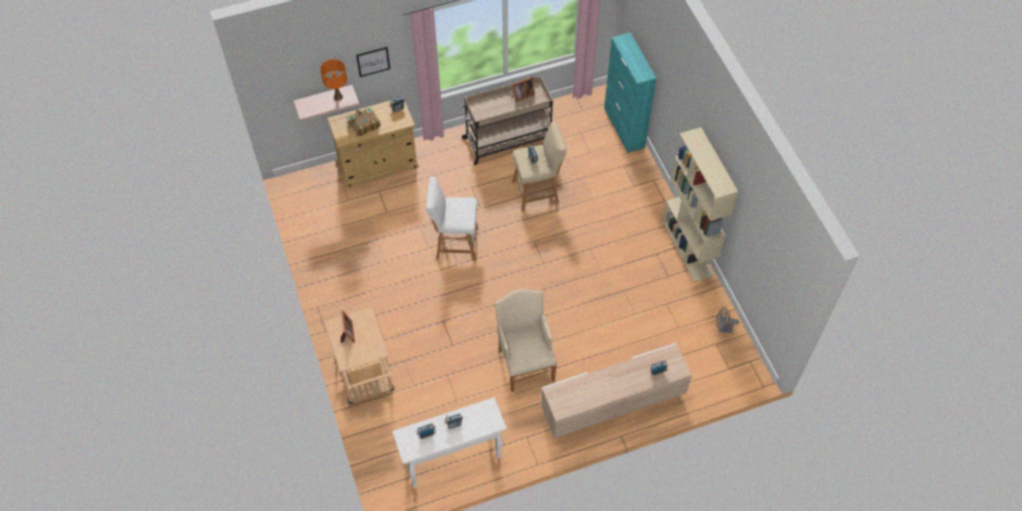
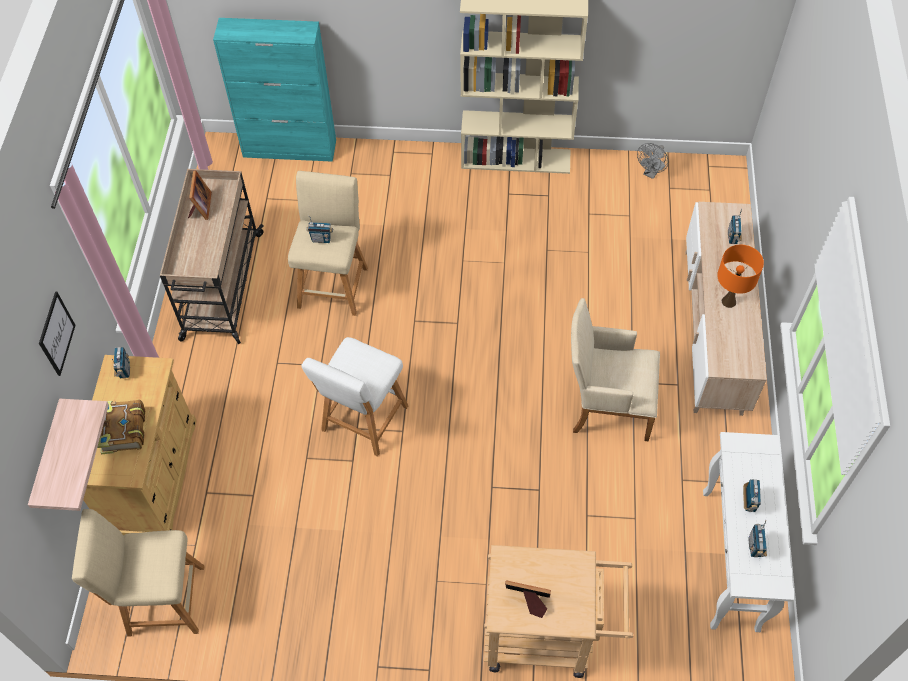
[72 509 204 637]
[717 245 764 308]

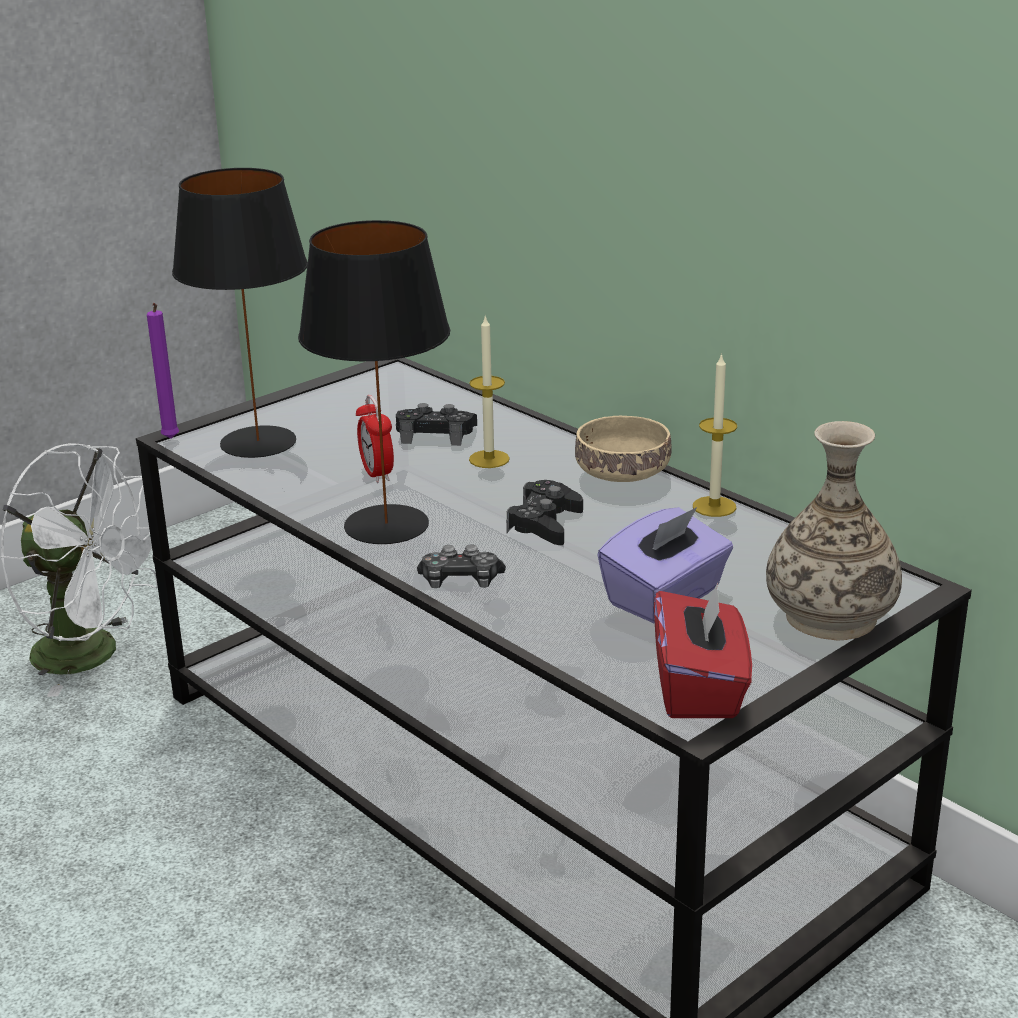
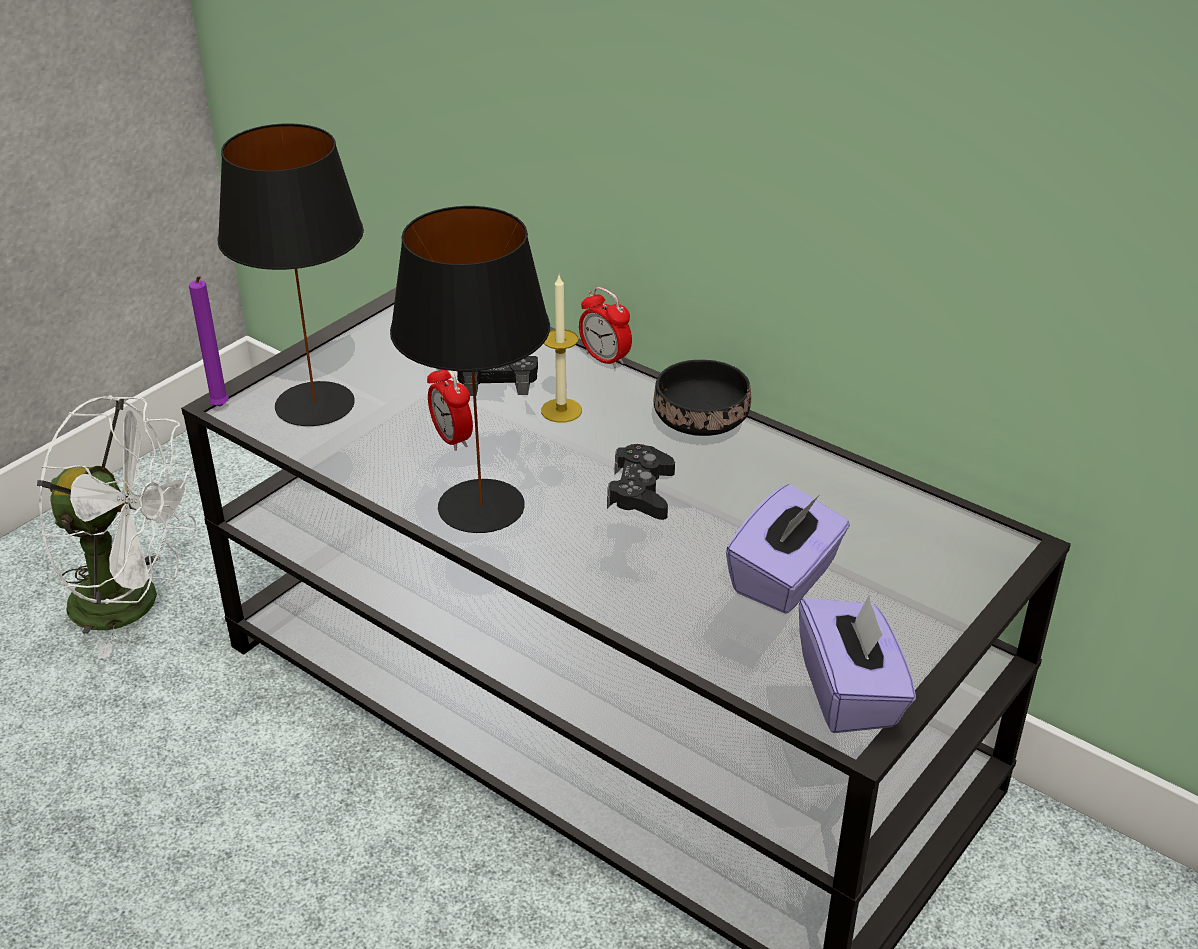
[579 287 632 368]
[654 360 751 436]
[799 594 916 733]
[417 544 506 588] (first image)
[693 353 737 517] (first image)
[766 421 902 640] (first image)

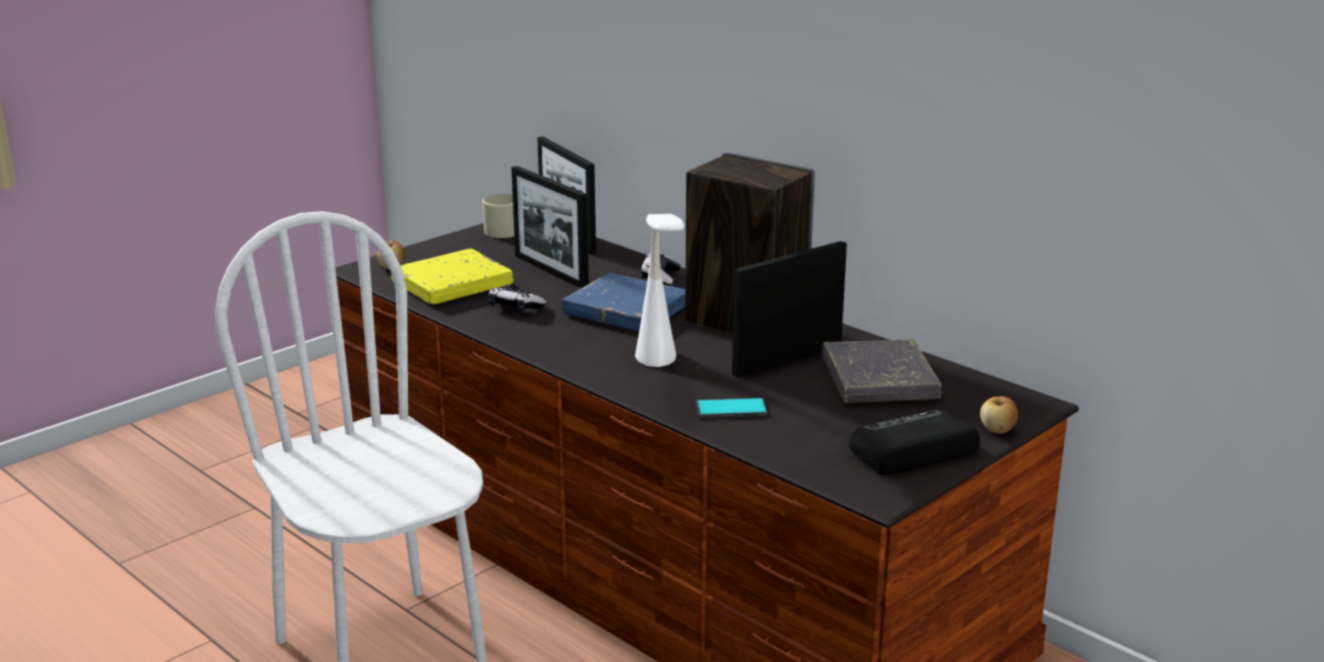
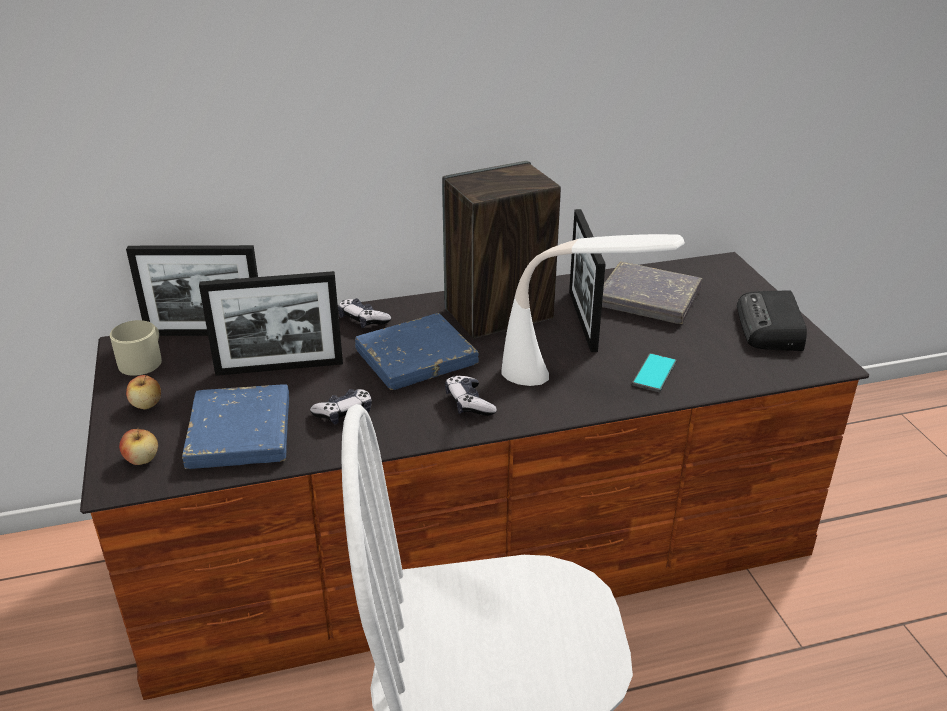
[126 375 161 409]
[182 384 289 469]
[445 376 497 416]

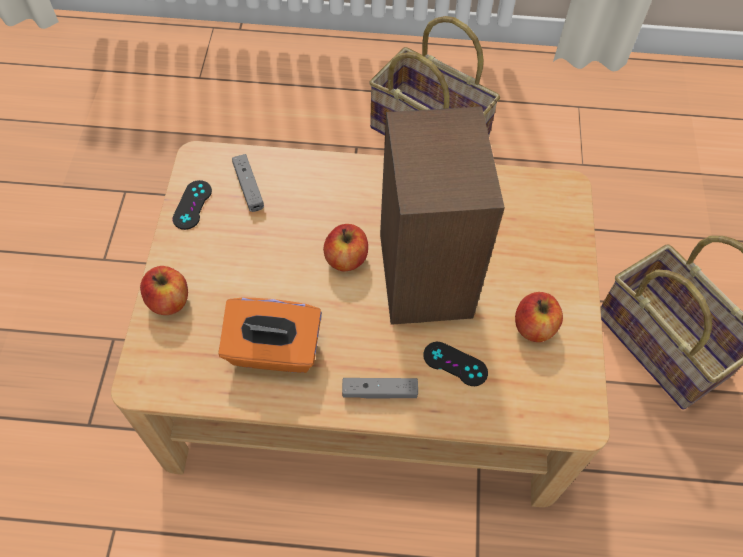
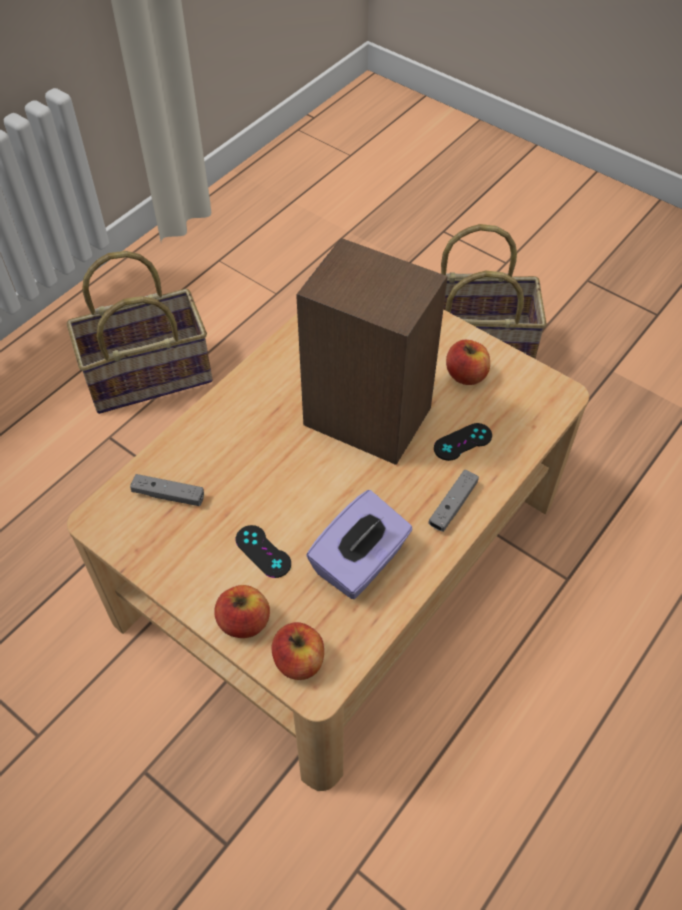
[236 525 291 578]
[271 622 324 680]
[306 490 413 599]

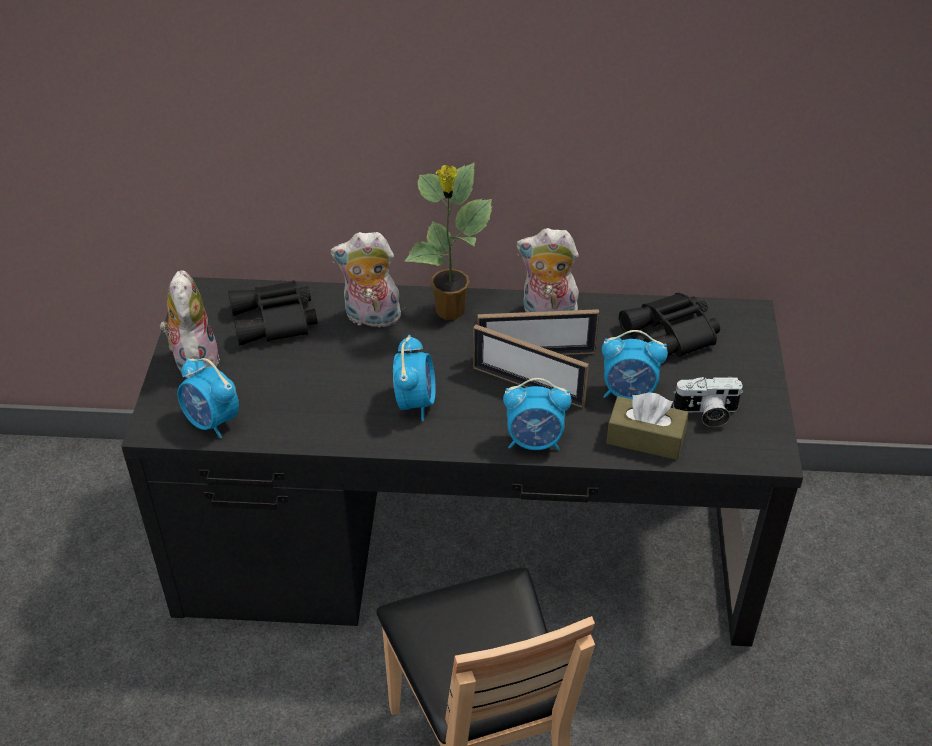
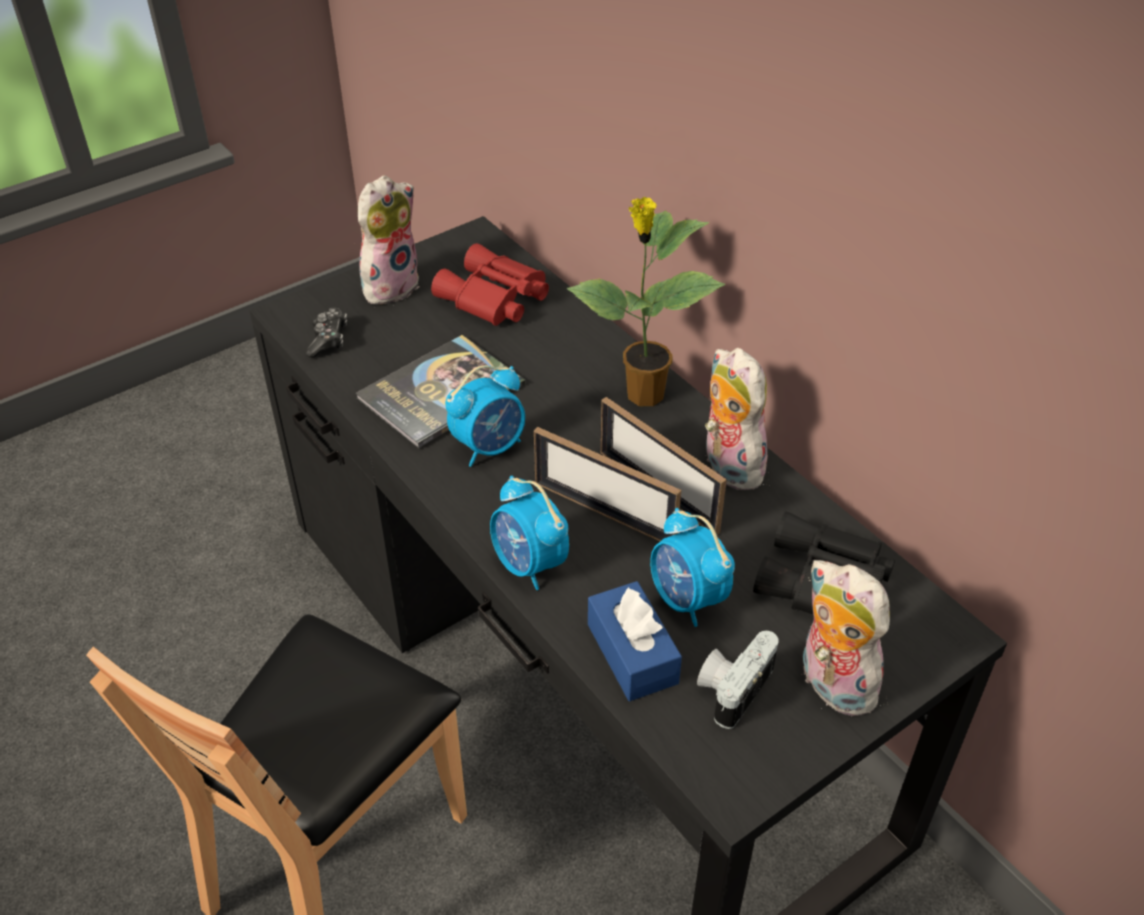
[305 308 347 358]
[356 335 526 448]
[431 243 549 326]
[534 427 681 541]
[588 581 682 701]
[697 631 779 729]
[801 560 890 716]

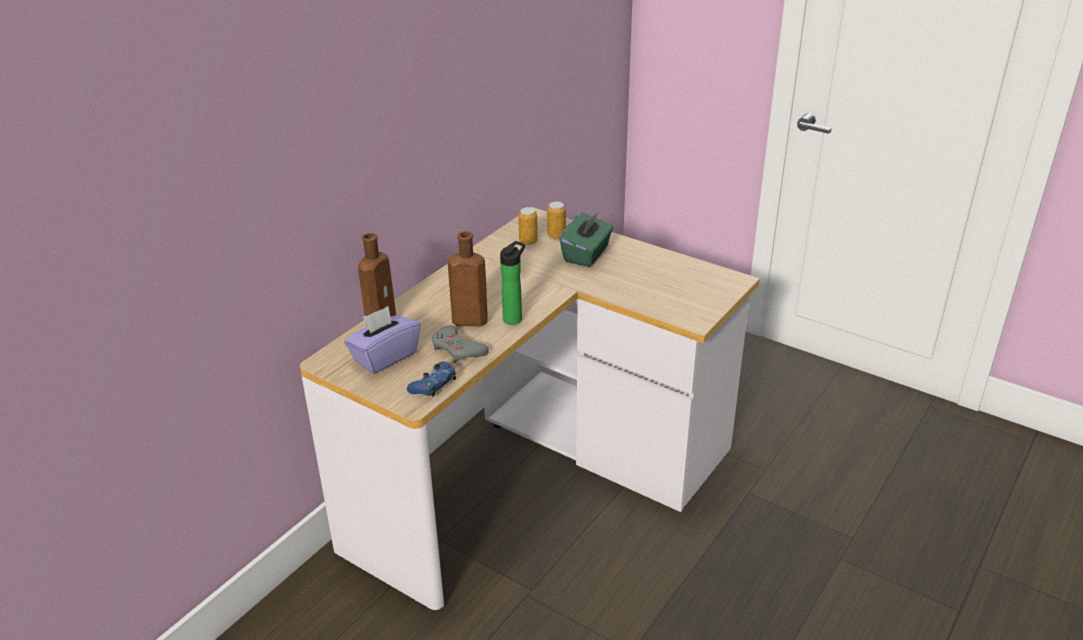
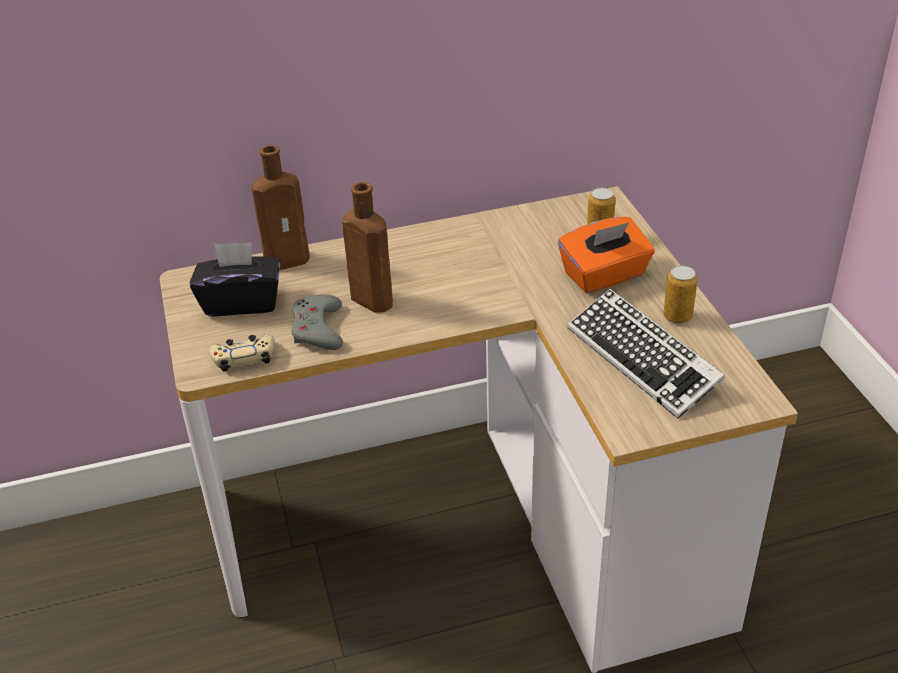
[189 242 281 316]
[209 334 275 372]
[558 217 655 294]
[568 289 725 419]
[663 266 698 324]
[500 241 525 325] (first image)

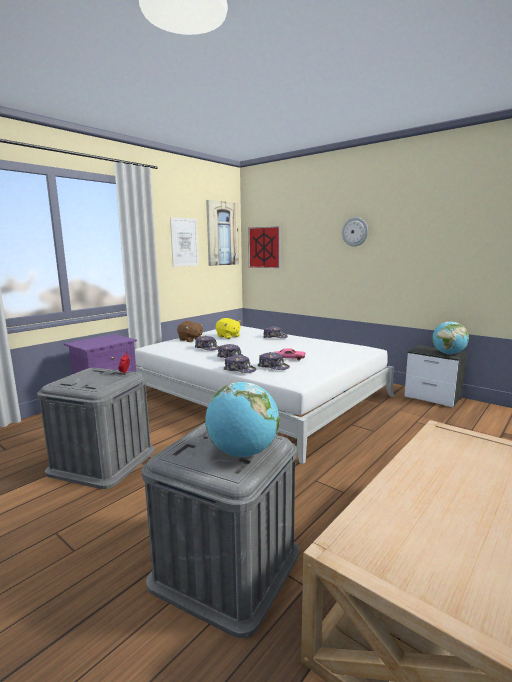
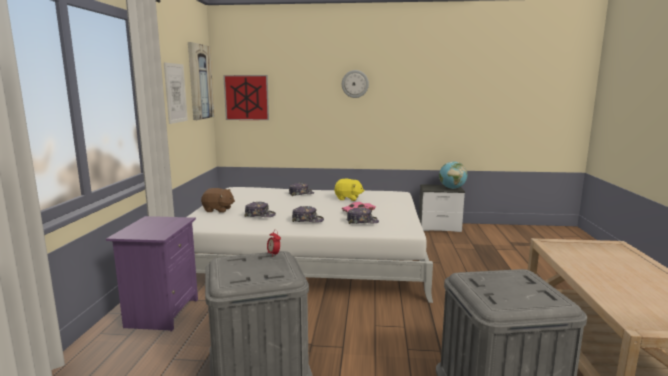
[334 179 365 201]
[205 382 280 457] (first image)
[224 355 257 373] (first image)

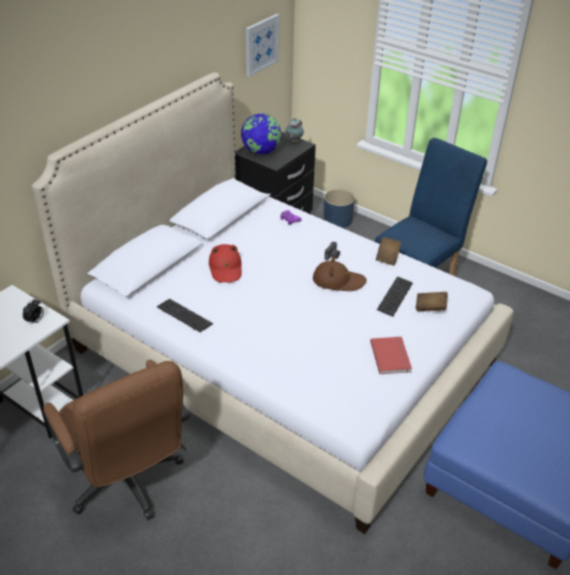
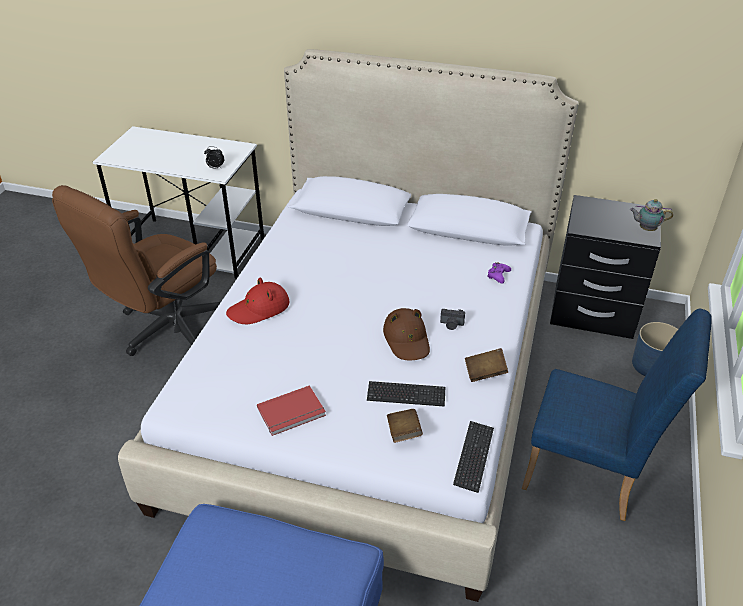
[226 278 289 324]
[453 421 494 493]
[241 113 281 155] (first image)
[246 14 279 77] (first image)

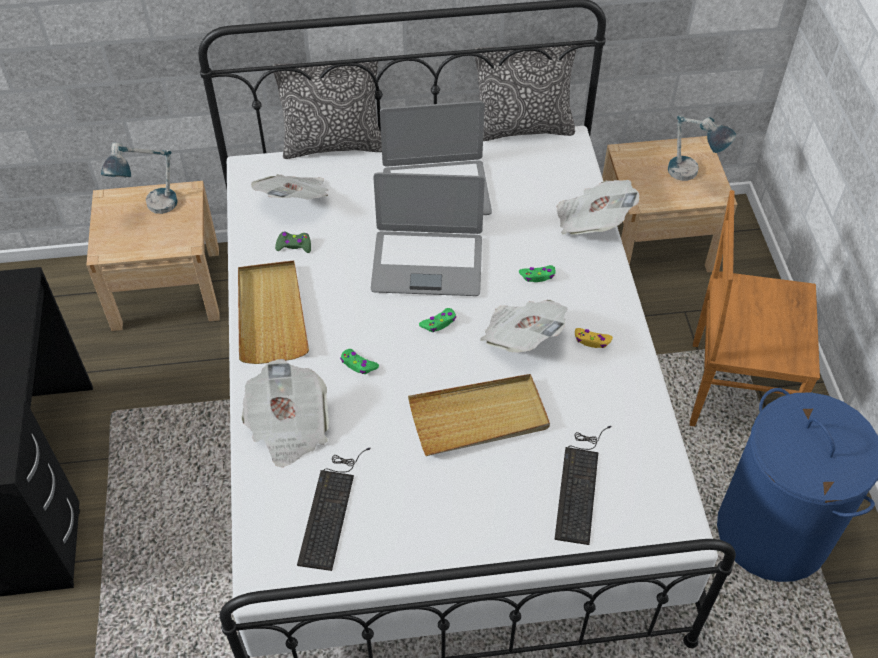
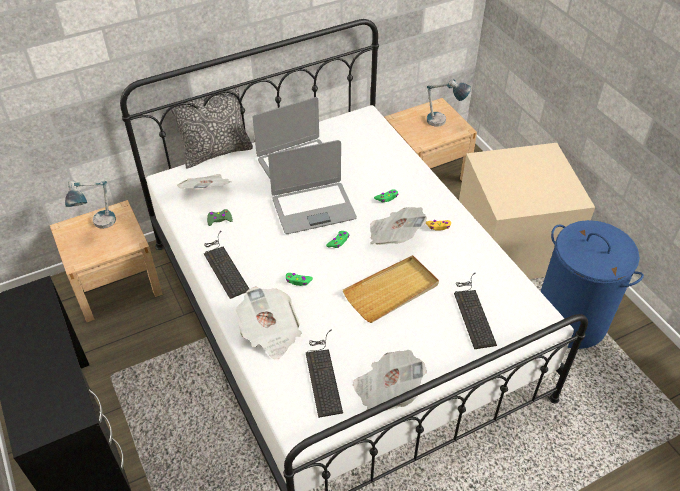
[204 231 249 299]
[353 350 427 411]
[459 143 595 279]
[475 41 576 141] (first image)

